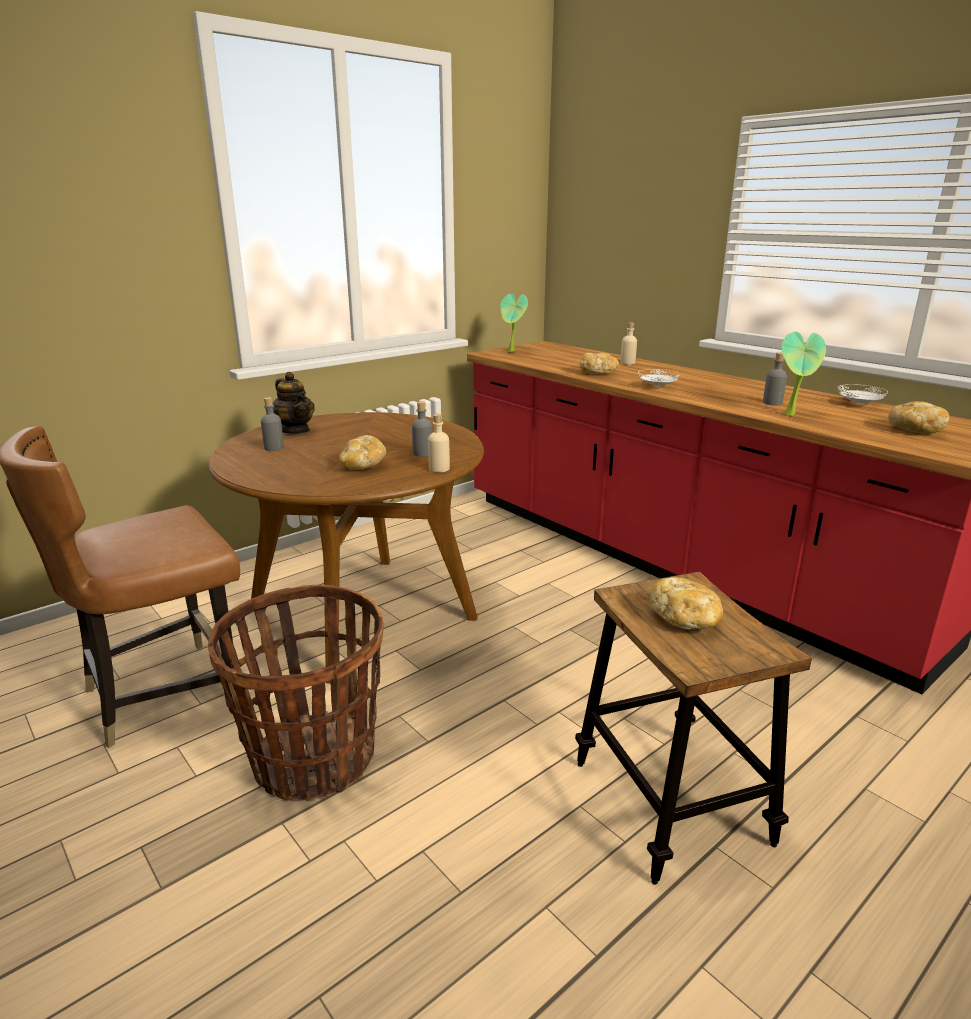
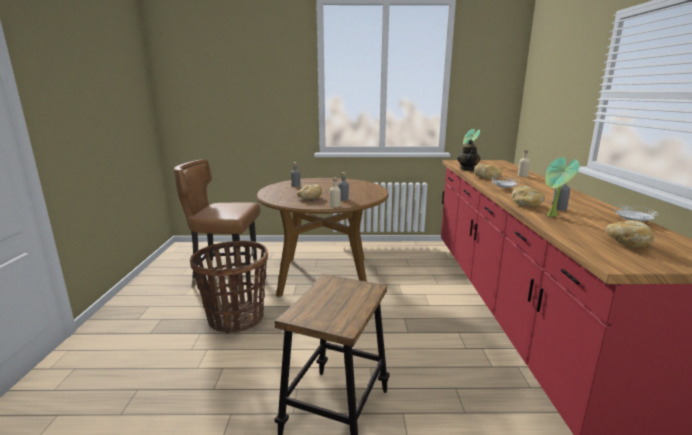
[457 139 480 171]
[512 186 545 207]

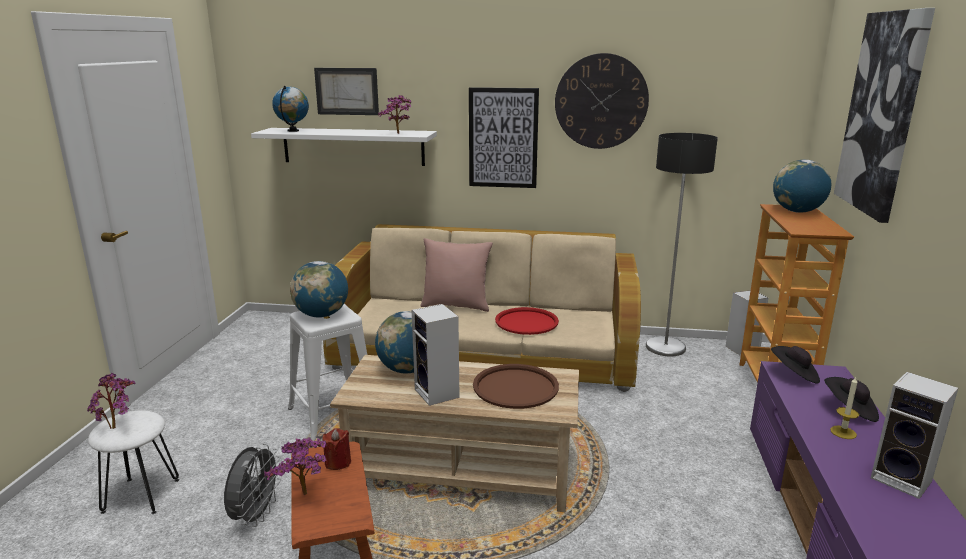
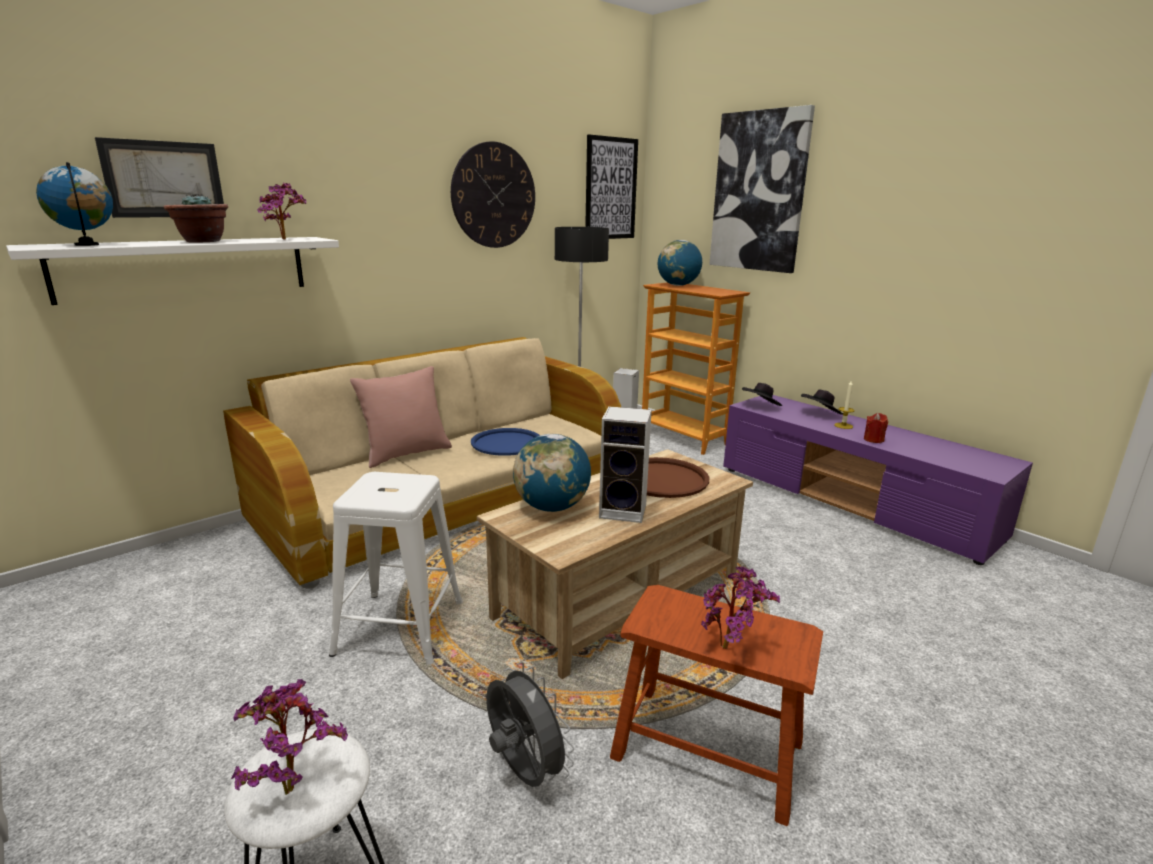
[164 193 228 243]
[471 428 540 456]
[585 134 638 239]
[864 413 888 443]
[290 261 348 318] (first image)
[871 372 958 499] (first image)

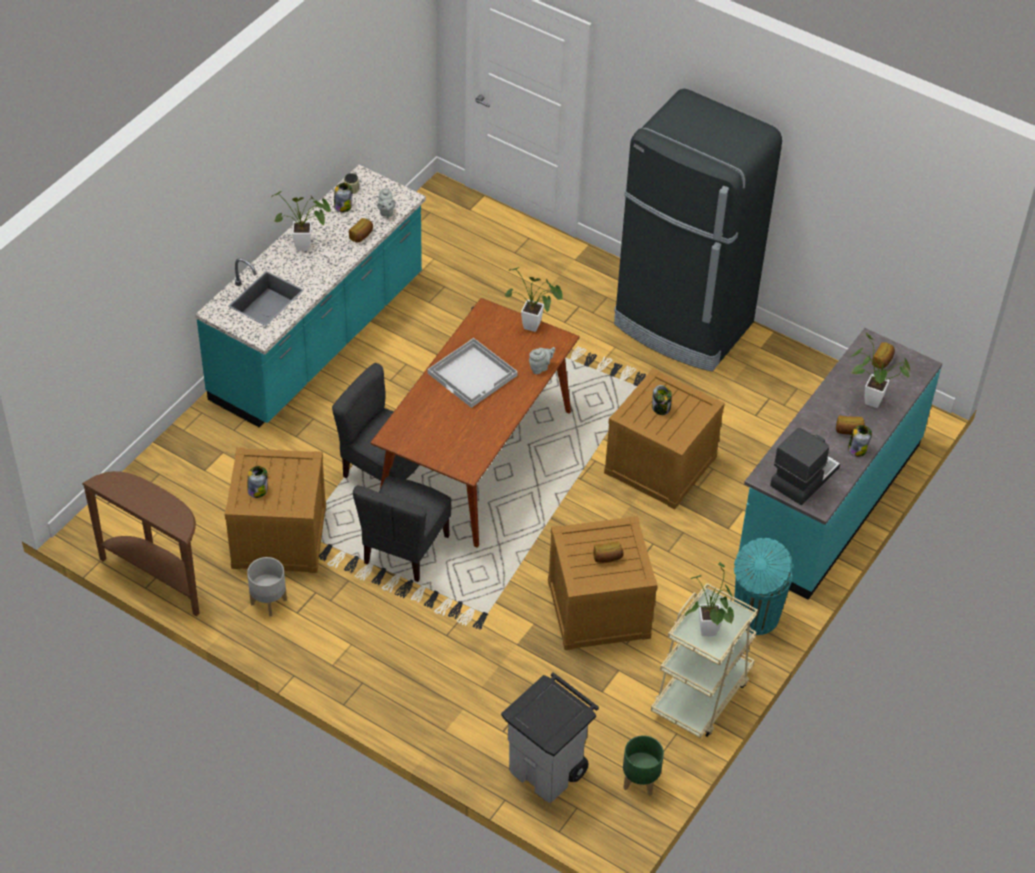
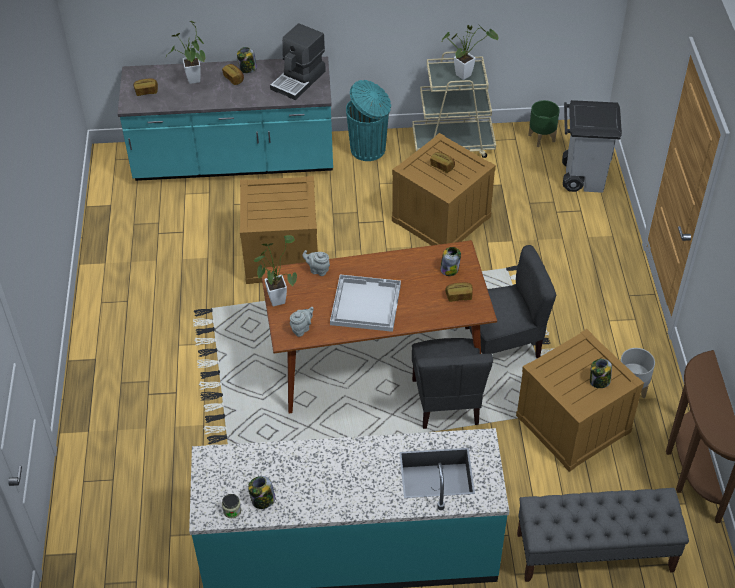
[270 23 326 100]
[290 307 314 337]
[440 247 461 276]
[445 282 473 302]
[517 488 689 582]
[271 191 331 251] (first image)
[614 89 782 372] (first image)

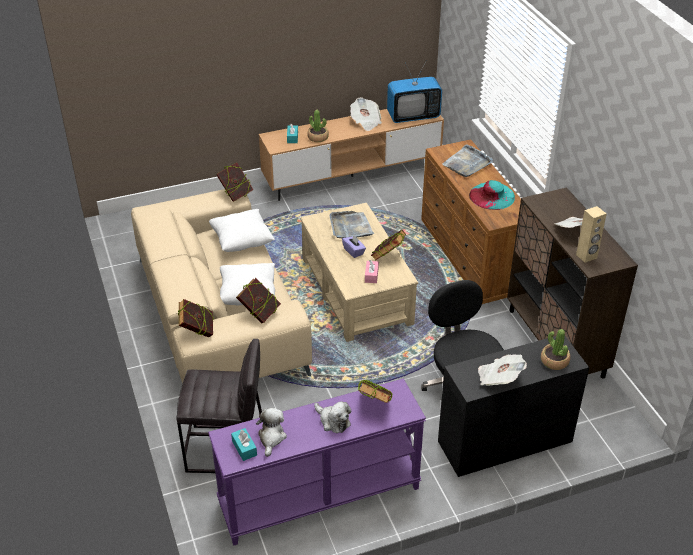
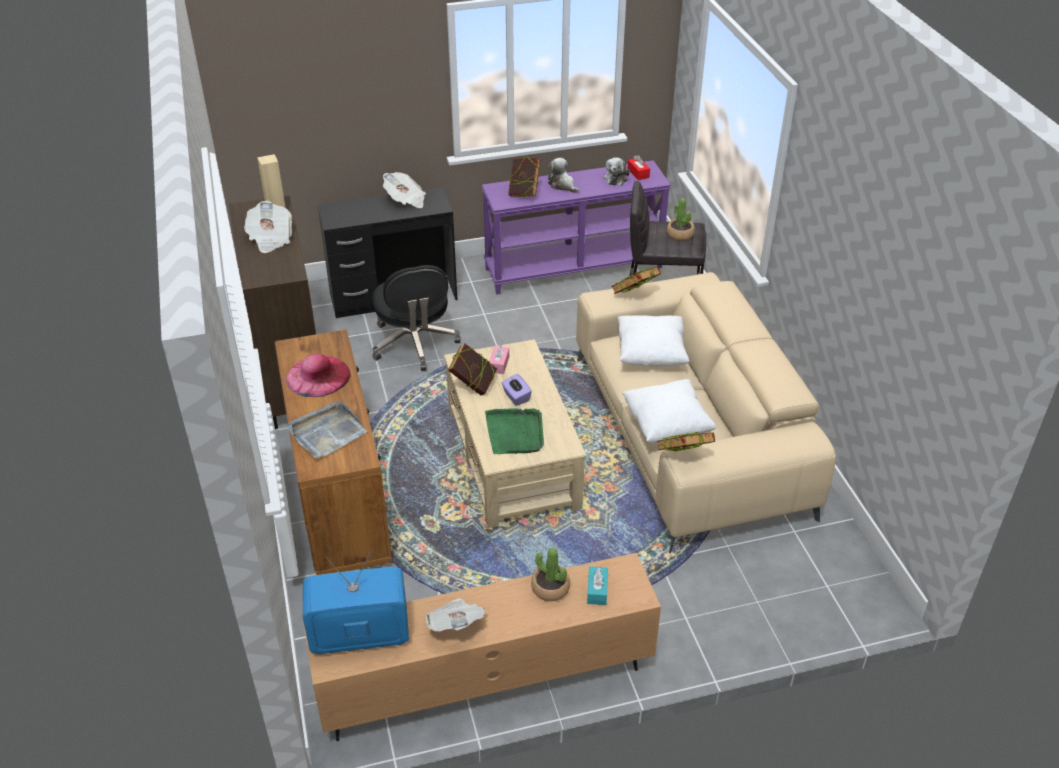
[286 354 351 397]
[485 408 544 454]
[628 155 650 180]
[667 198 695 241]
[178 299 213 337] (first image)

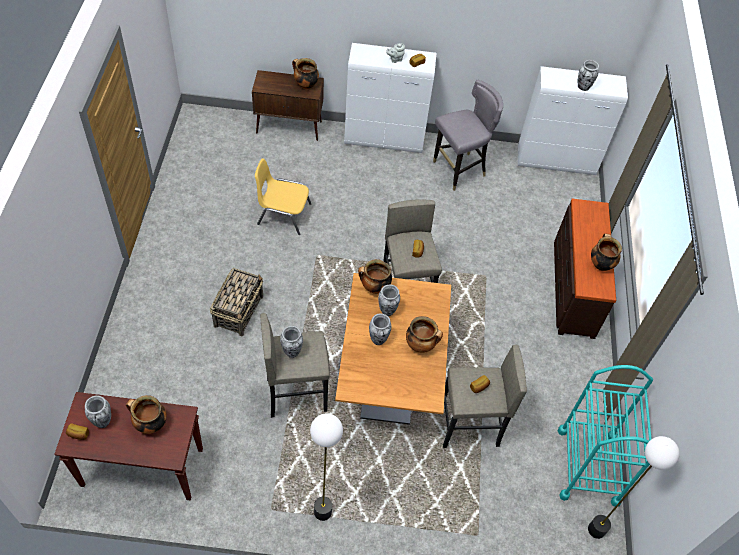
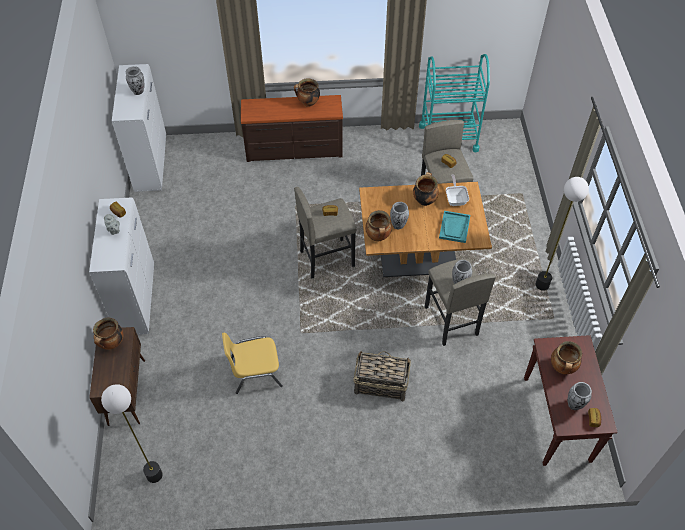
[101 384 163 483]
[222 332 283 394]
[439 211 470 243]
[446 175 469 206]
[369 314 391 345] (first image)
[433 80 503 191] (first image)

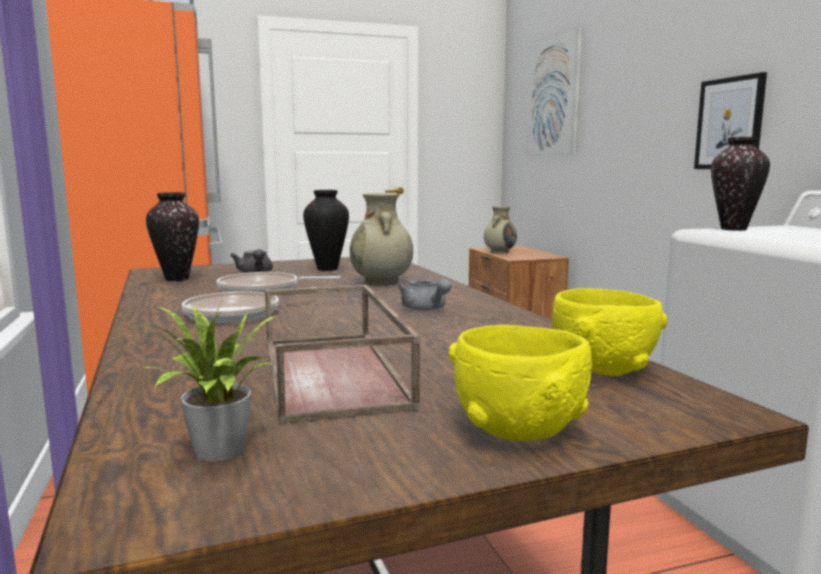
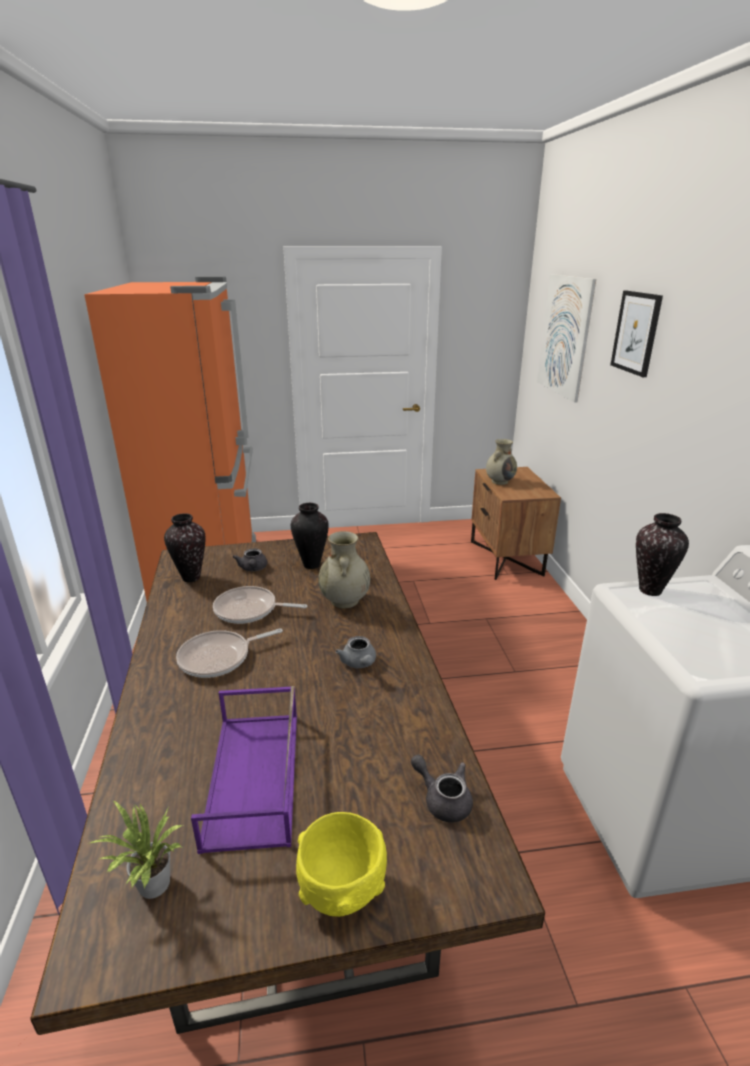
[191 686 297 854]
[411 755 473 822]
[610 291 663 377]

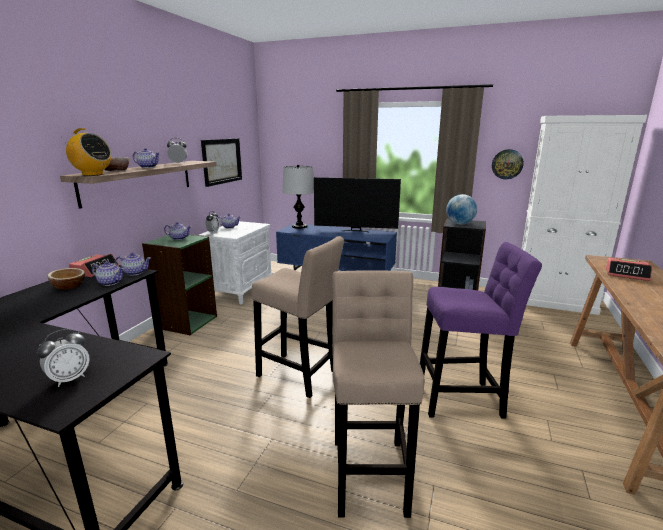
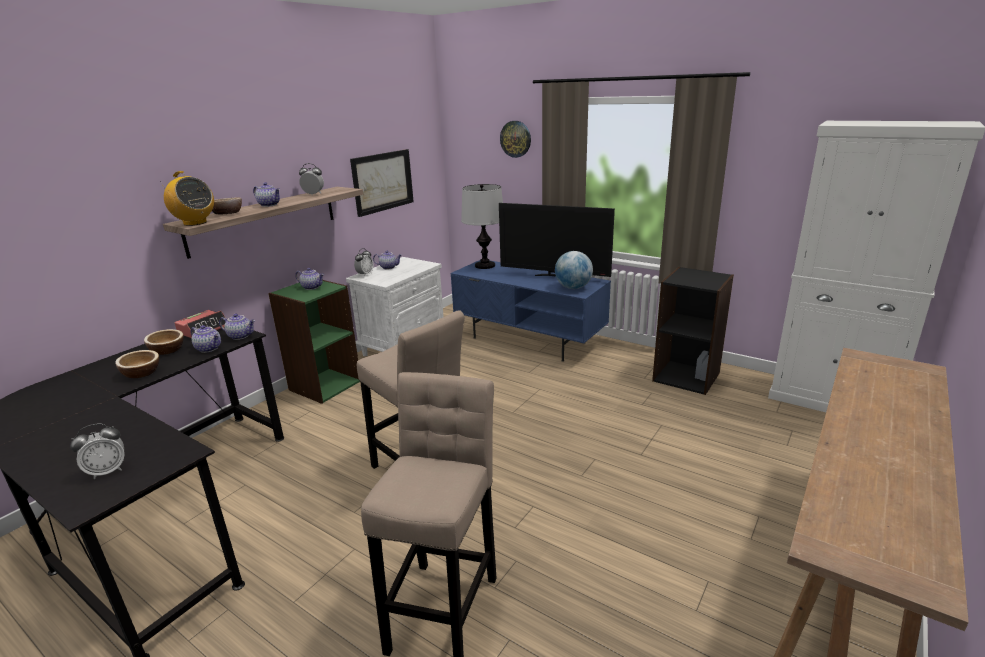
[115 350 159 378]
[500 121 531 158]
[555 251 593 289]
[420 242 542 418] (first image)
[606 258 653 281] (first image)

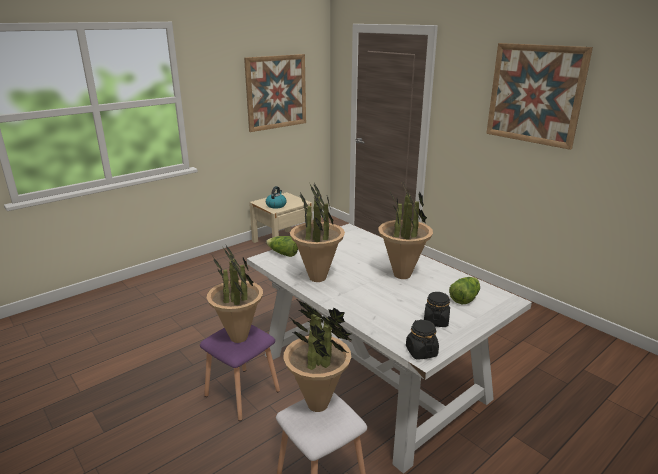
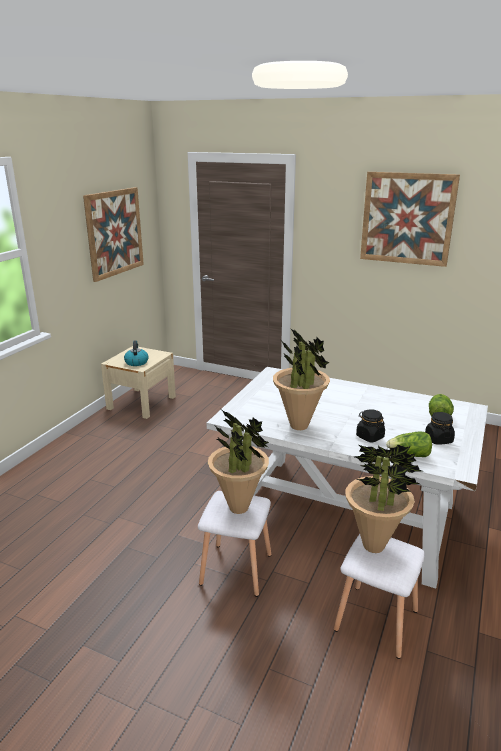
[198 491 271 597]
[356 409 385 443]
[386 431 432 457]
[378 182 433 279] (first image)

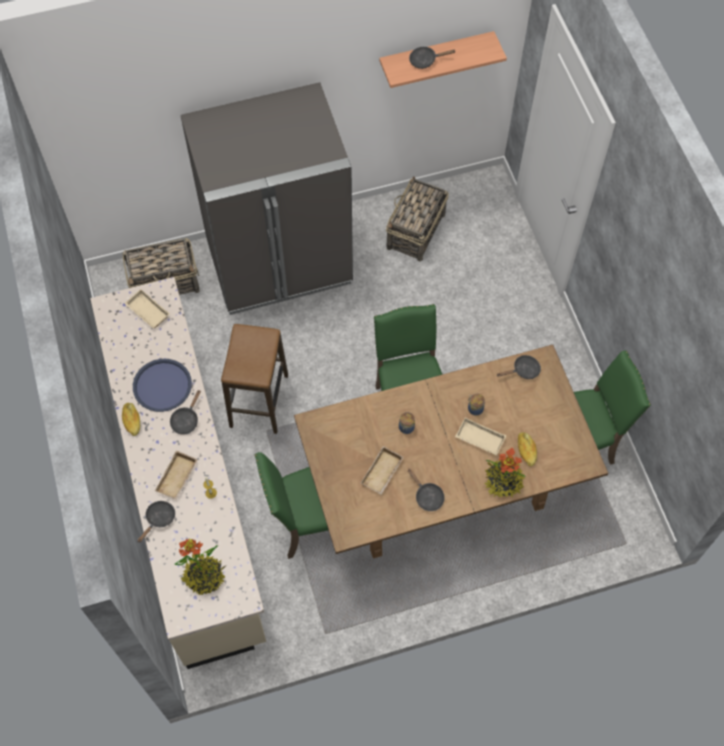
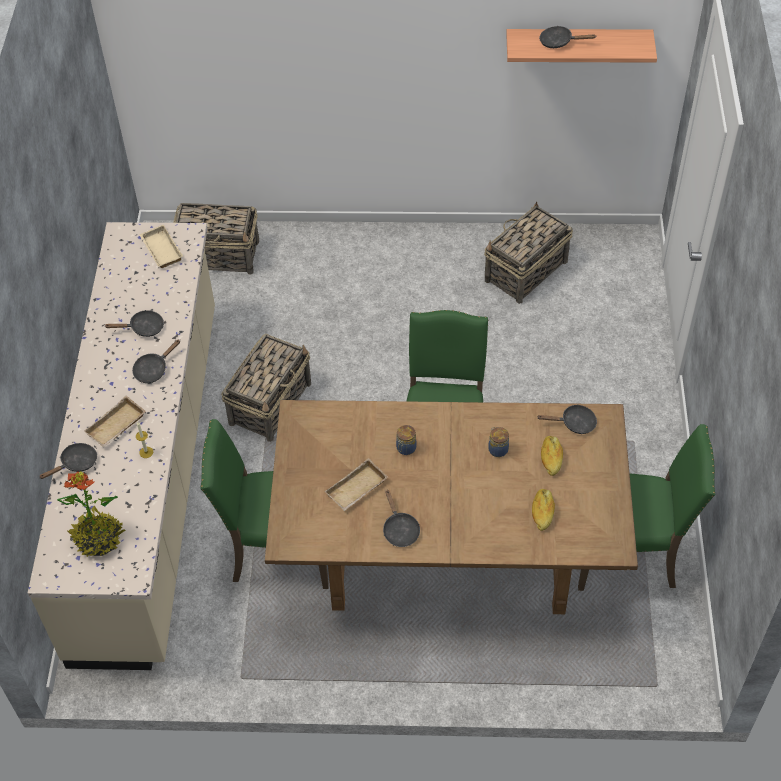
[104 310 164 337]
[221 334 311 442]
[541 436 563 476]
[180 82 353 315] (first image)
[455 418 506 455] (first image)
[484 447 526 498] (first image)

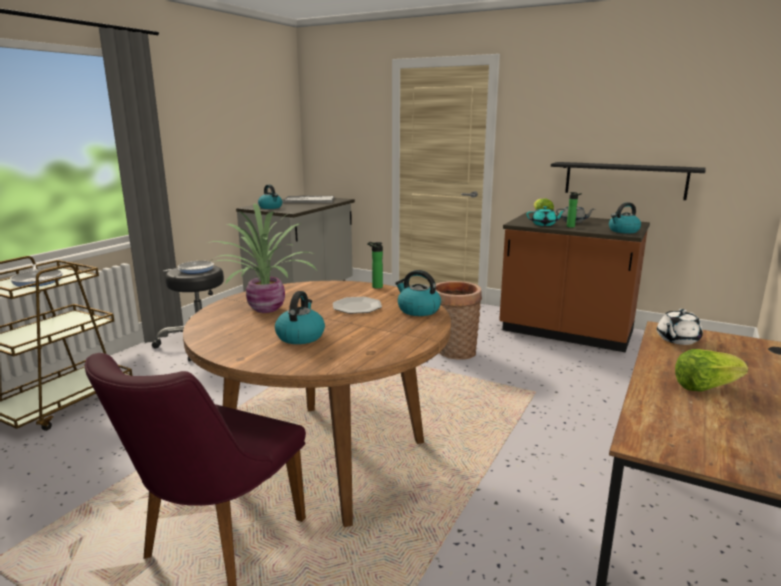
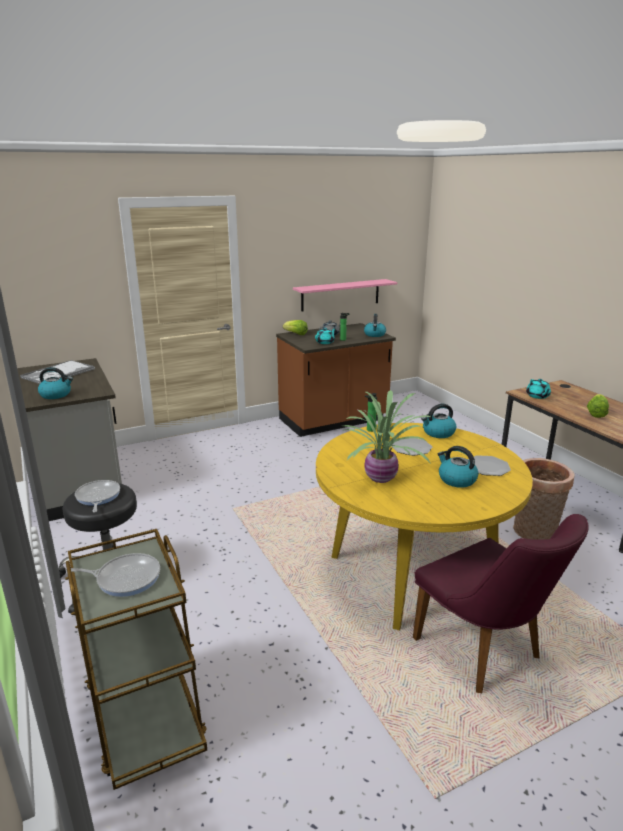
[293 279 397 312]
[316 423 533 630]
[467 455 511 476]
[513 458 575 540]
[526 379 551 399]

